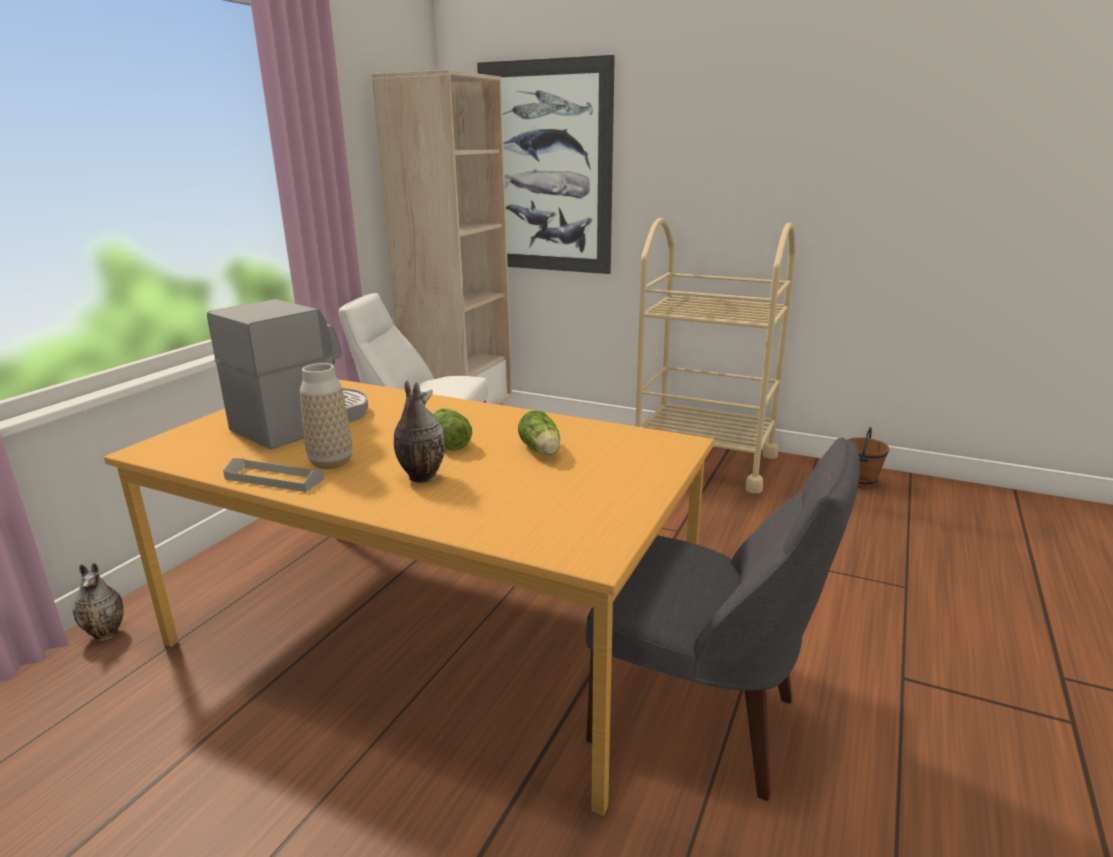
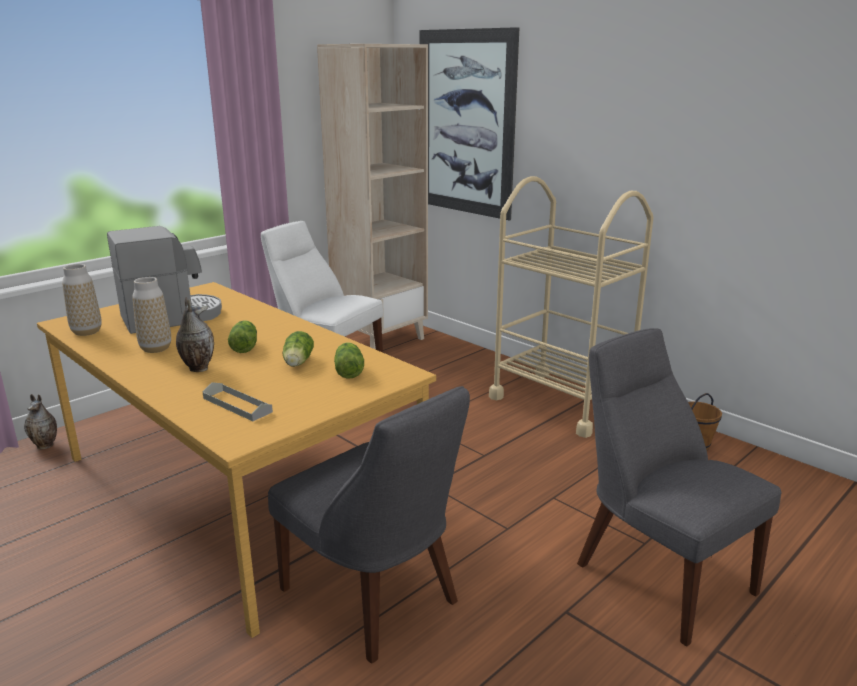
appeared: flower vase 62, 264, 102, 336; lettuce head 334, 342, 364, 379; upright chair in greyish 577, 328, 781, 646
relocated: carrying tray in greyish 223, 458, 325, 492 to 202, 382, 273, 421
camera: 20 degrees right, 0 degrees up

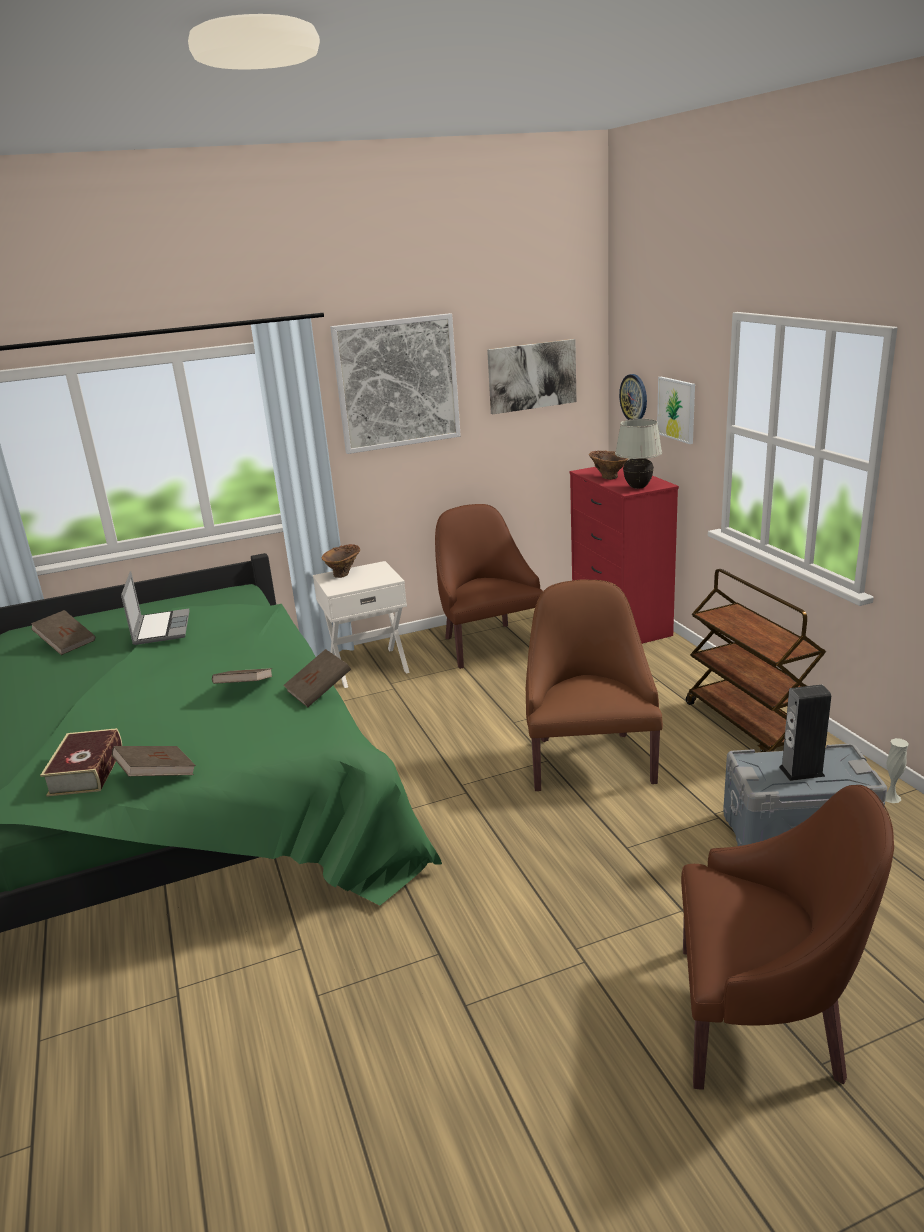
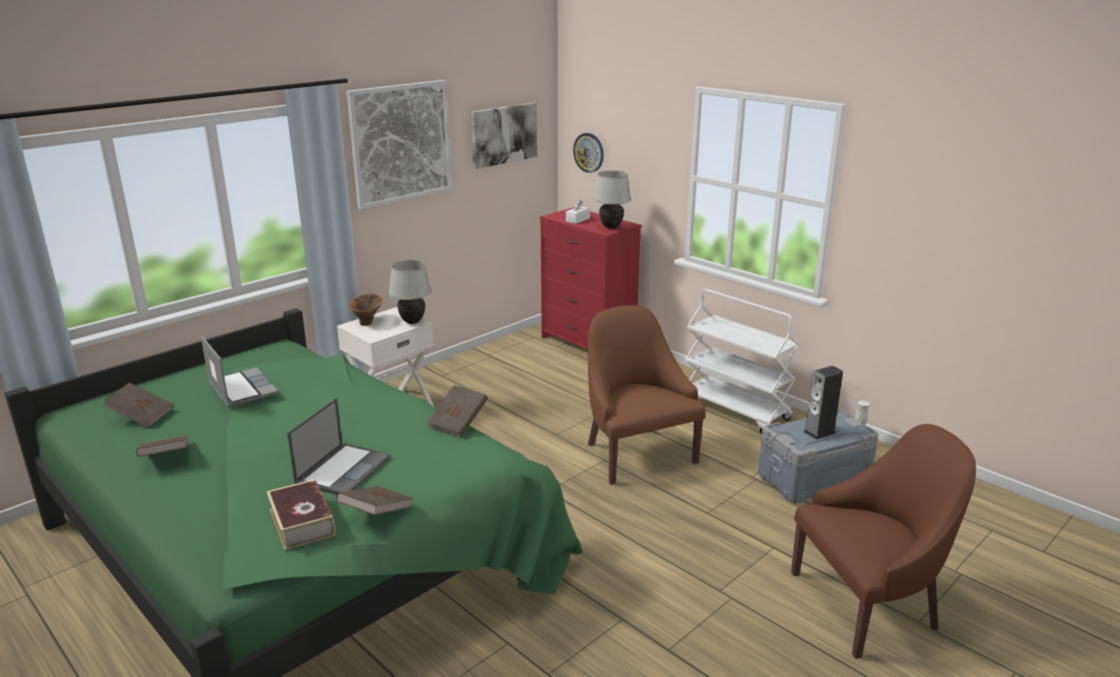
missing: armchair in brownish 435, 504, 543, 669; wall art 657, 376, 695, 444
appeared: laptop 287, 398, 391, 495; table lamp in white 389, 260, 432, 324
relocated: bound book in brownish 212, 668, 273, 684 to 136, 435, 189, 457
exchanged: flower vase in brownish 589, 451, 628, 480 to box of tissues in white 566, 200, 590, 224
colour: wheeled cart in brownish 686, 569, 826, 752 to wheeled cart in white 685, 289, 800, 434
camera: 25 degrees left, 0 degrees up

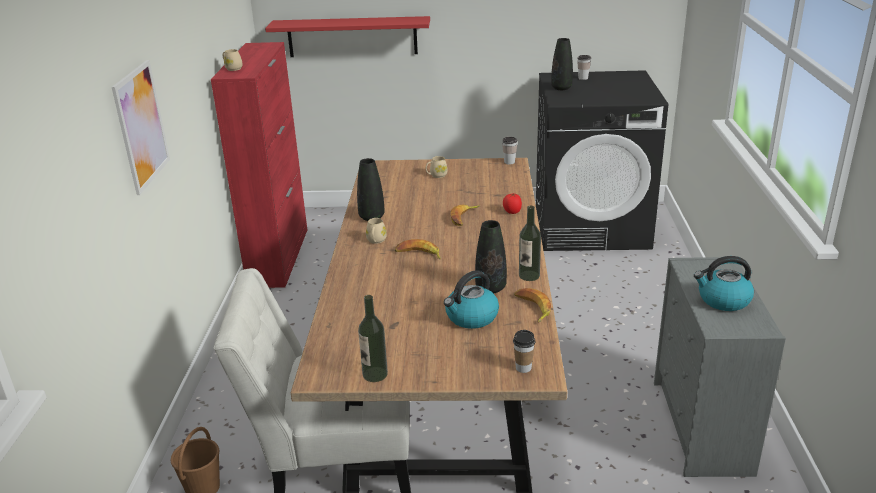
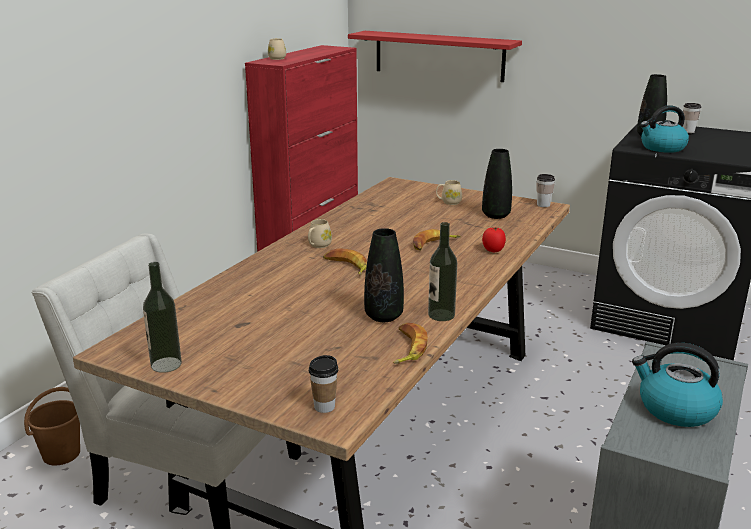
missing: wall art 112, 60, 170, 195
relocated: flower vase in black 357, 158, 384, 221 to 482, 149, 512, 219; water kettle 444, 270, 499, 329 to 640, 105, 689, 153
camera: 25 degrees right, 5 degrees down

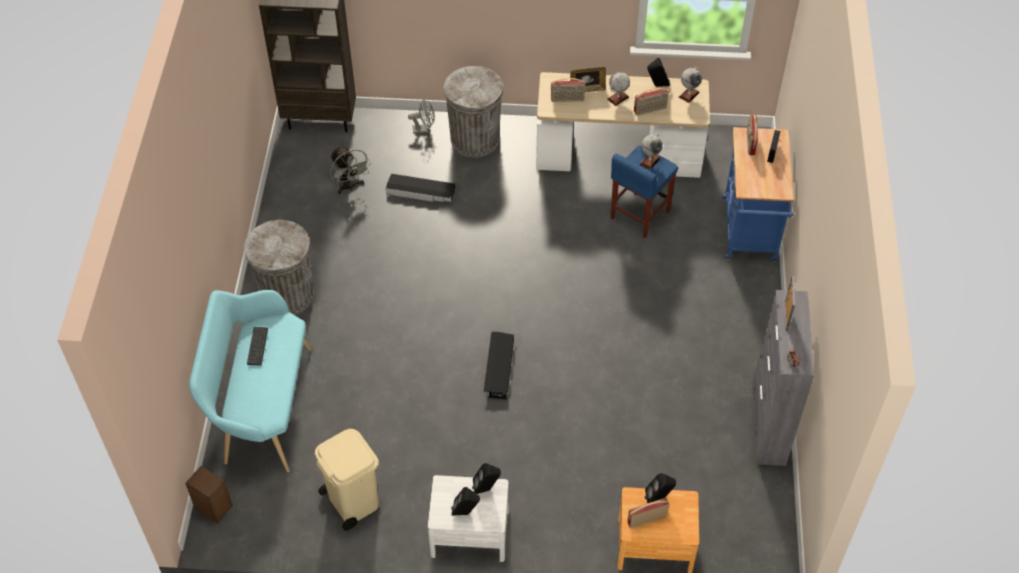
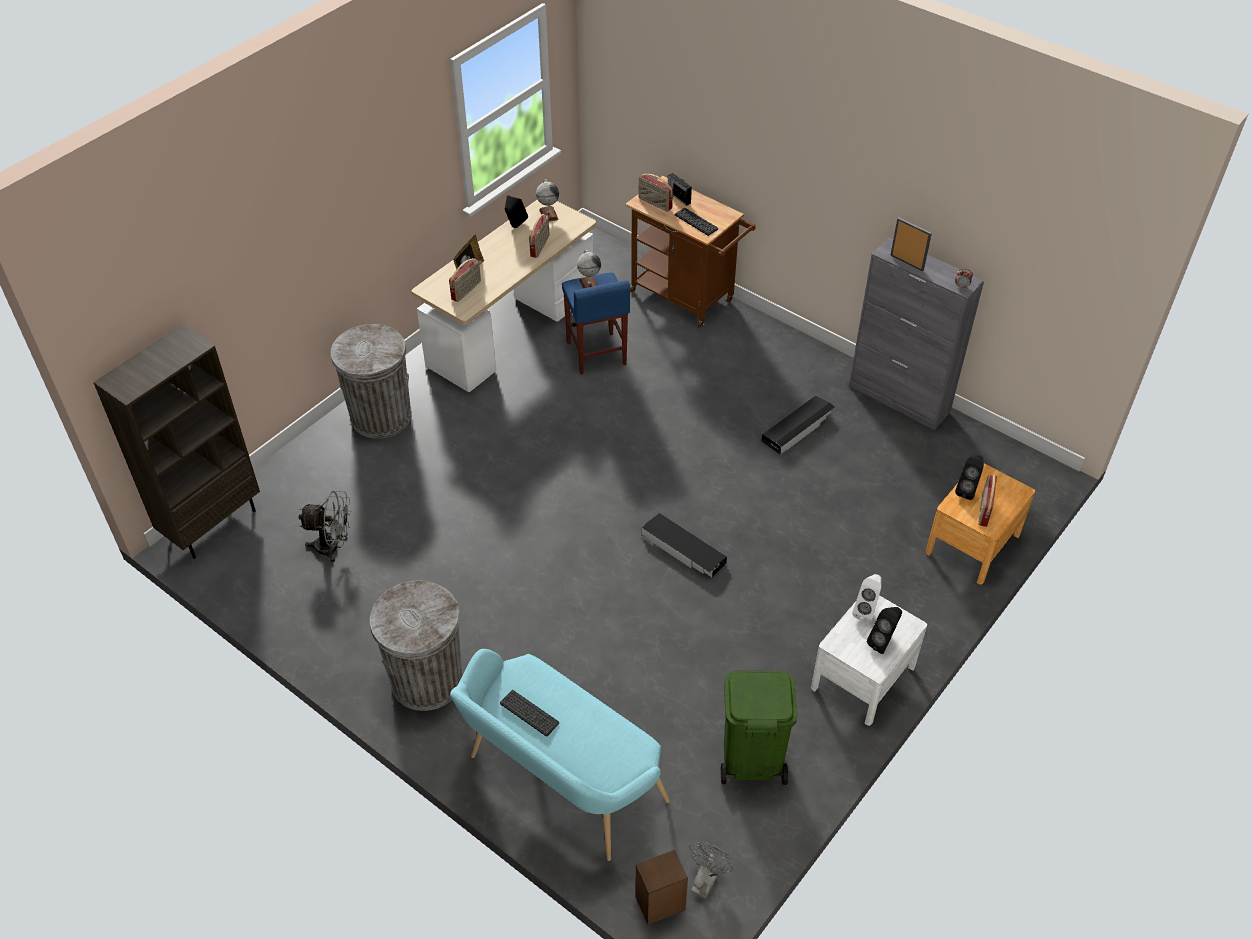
missing: world globe 607, 72, 630, 106
appeared: keyboard 675, 208, 718, 236
relocated: storage bin in black 386, 174, 455, 202 to 761, 396, 835, 455; fan in greyish 408, 99, 435, 134 to 689, 842, 733, 899
colour: trash can in beige 315, 429, 379, 530 to trash can in greenish 721, 671, 798, 785; loudspeaker in black 472, 463, 501, 494 to loudspeaker in white 852, 574, 882, 623; wheeled cart in bluish 722, 127, 794, 262 to wheeled cart in brownish 625, 176, 756, 328
camera: 55 degrees left, 5 degrees down

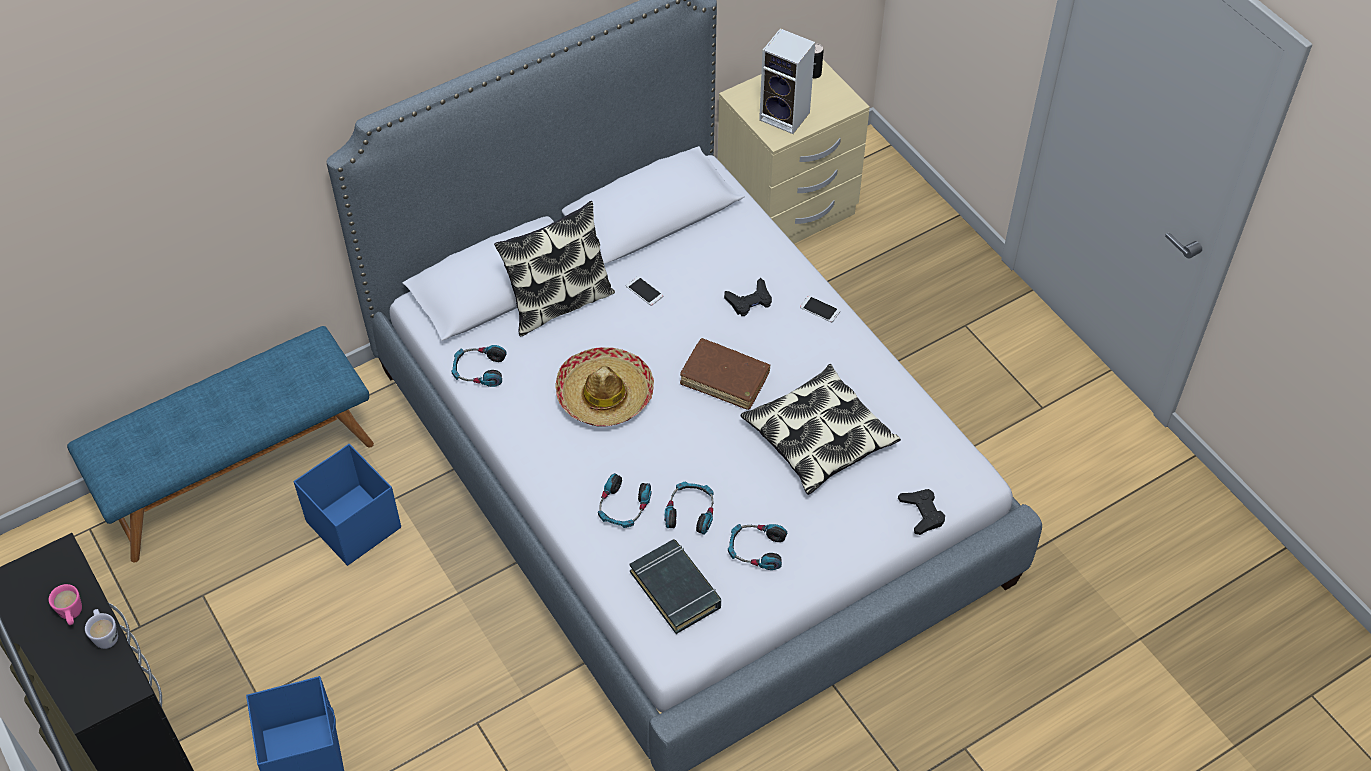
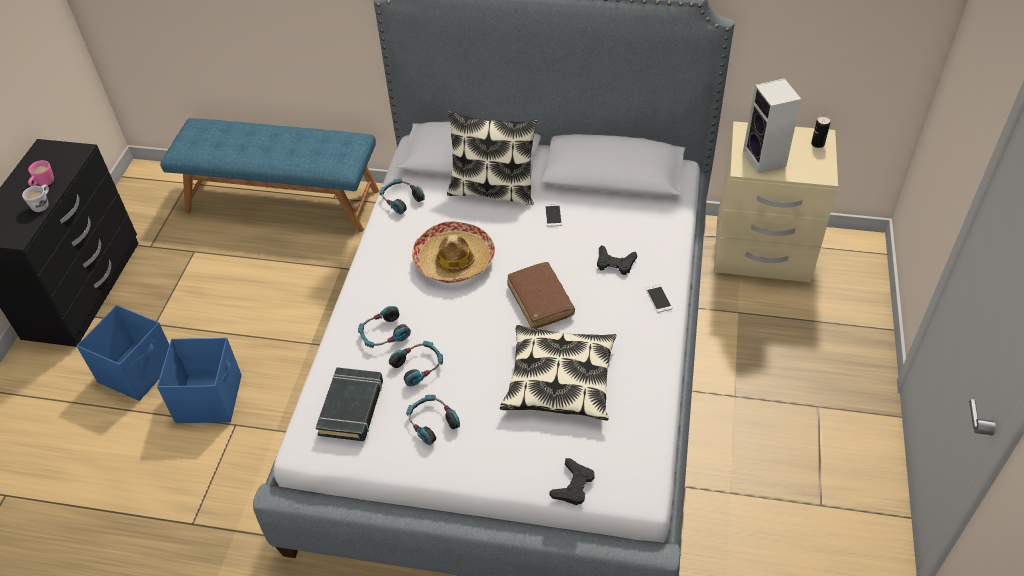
relocated: storage bin in bluish 294, 444, 401, 566 to 157, 338, 242, 423
camera: 45 degrees right, 5 degrees down

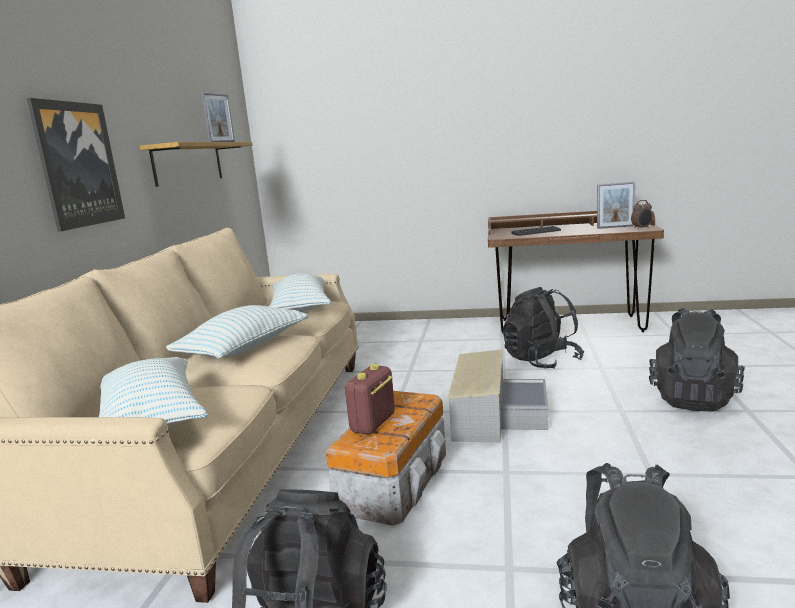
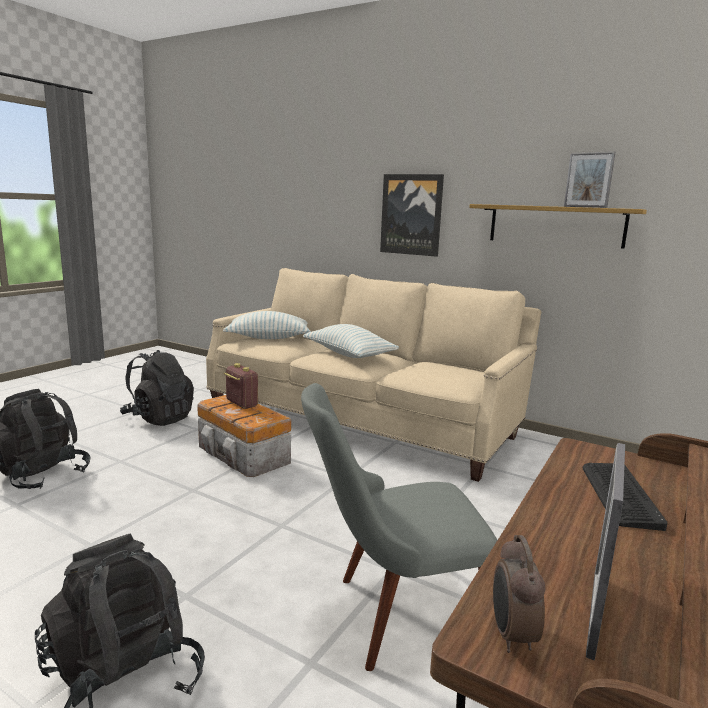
missing: throw pillow 269, 273, 331, 312; storage bin in greyish 447, 349, 549, 443
exchanged: rucksack in black 503, 287, 584, 369 to upright chair in greyish 301, 383, 497, 671
camera: 110 degrees right, 0 degrees up

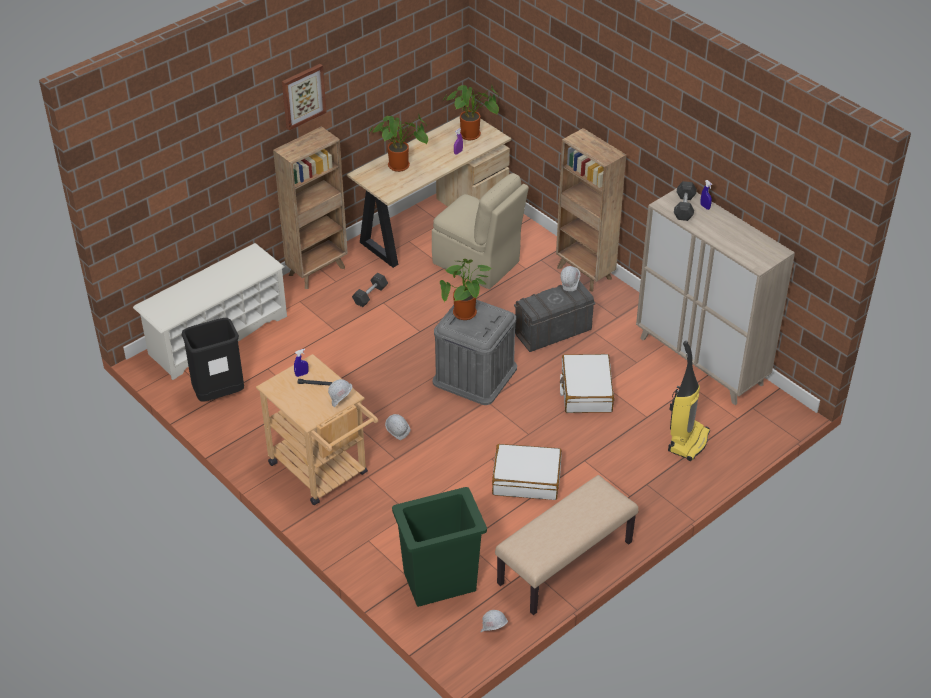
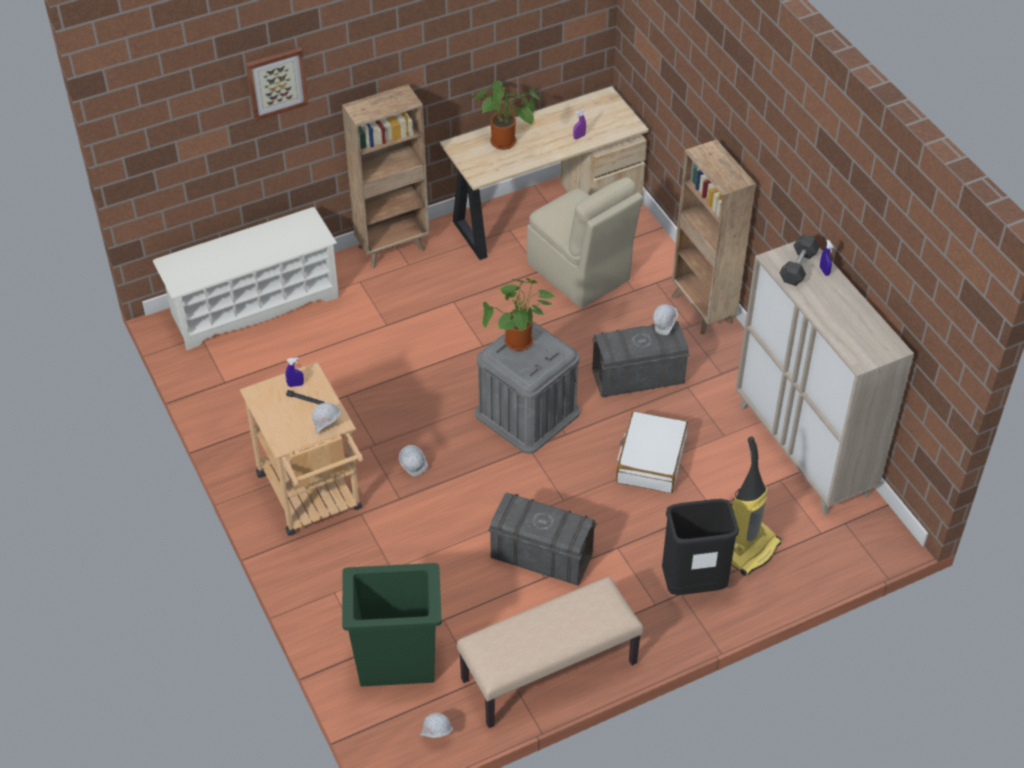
missing: hand weight in greyish 352, 273, 388, 307; houseplant 442, 84, 499, 140
relocated: trash can in black 182, 318, 244, 401 to 662, 499, 739, 595; wall art 282, 64, 327, 131 to 246, 47, 309, 121
exchanged: suitcase in white 492, 444, 562, 500 to storage bin in greyish 488, 493, 597, 586
camera: 15 degrees right, 5 degrees up

